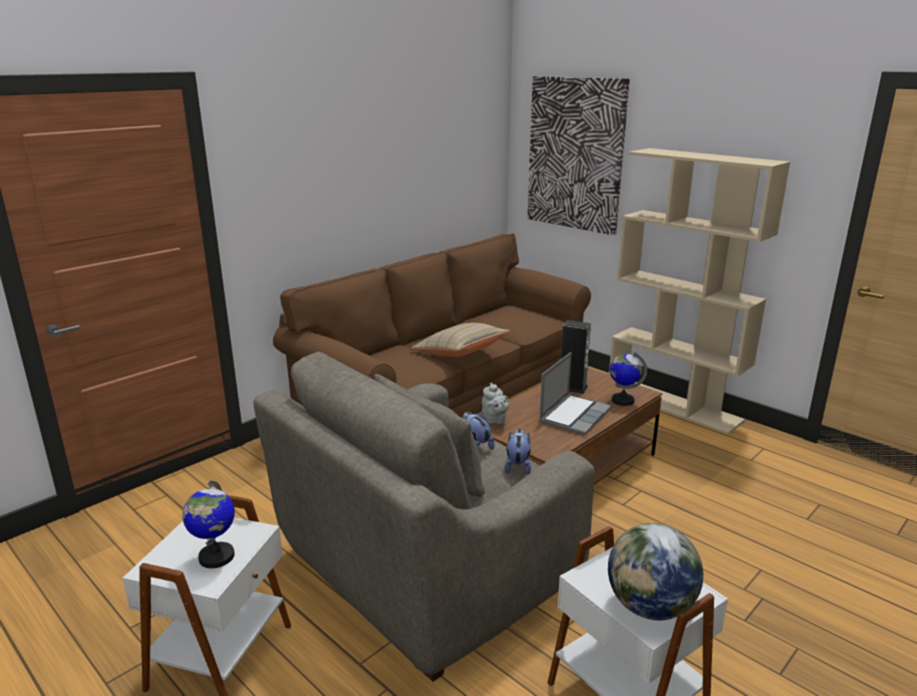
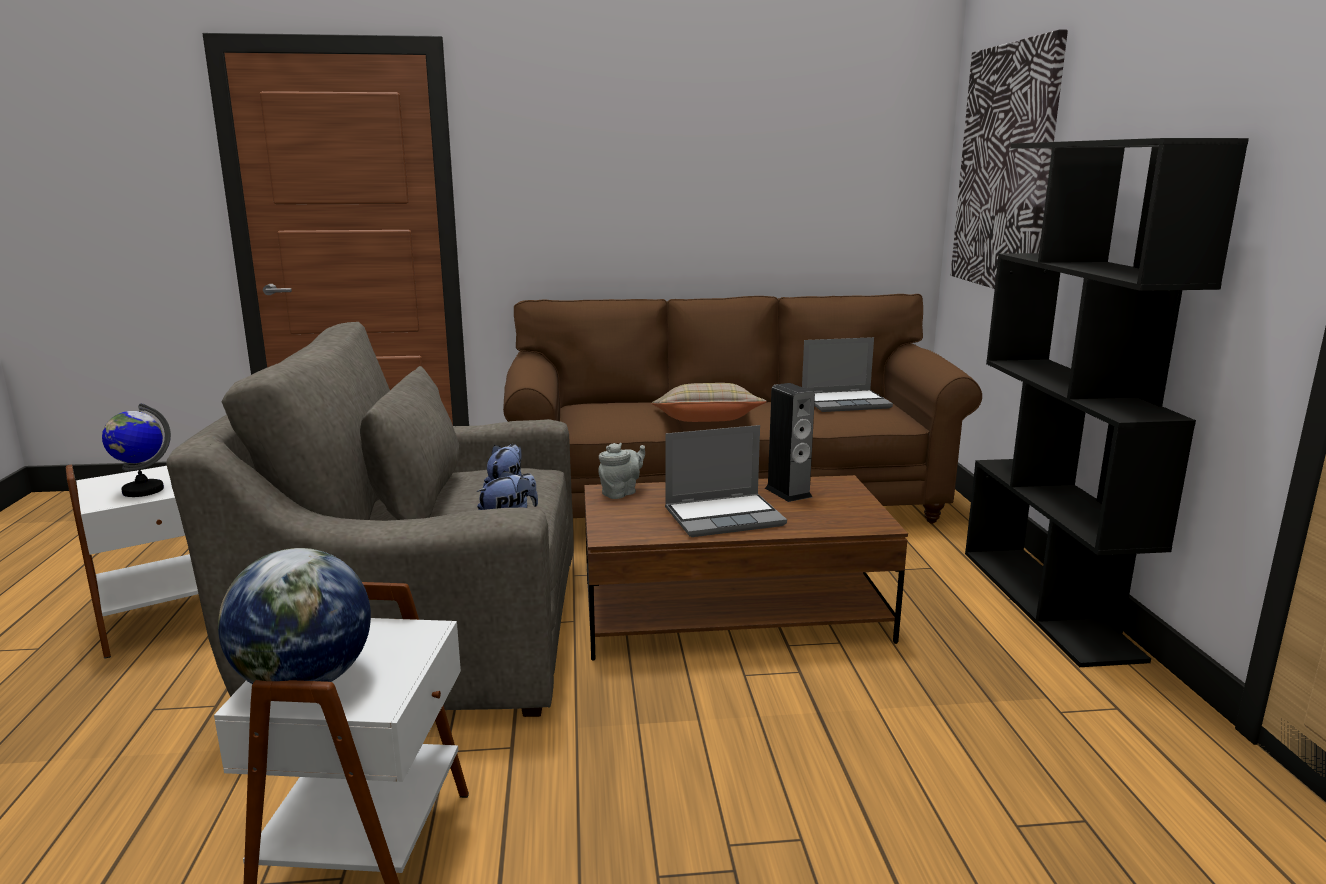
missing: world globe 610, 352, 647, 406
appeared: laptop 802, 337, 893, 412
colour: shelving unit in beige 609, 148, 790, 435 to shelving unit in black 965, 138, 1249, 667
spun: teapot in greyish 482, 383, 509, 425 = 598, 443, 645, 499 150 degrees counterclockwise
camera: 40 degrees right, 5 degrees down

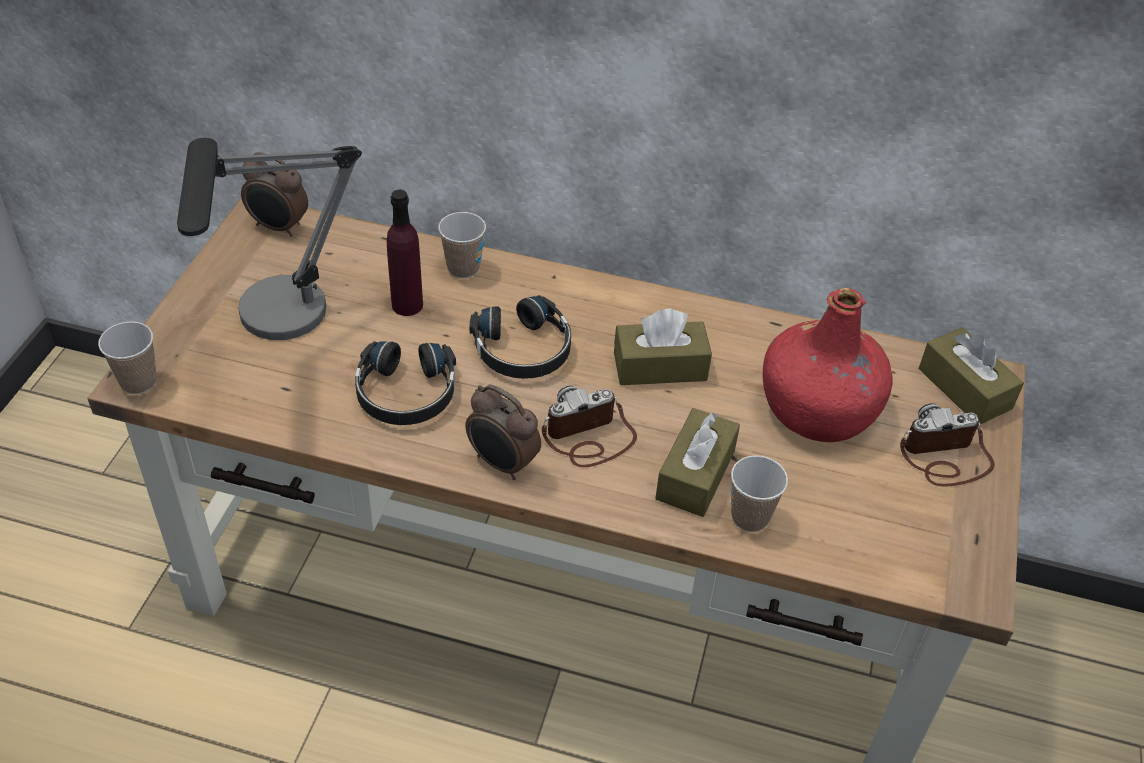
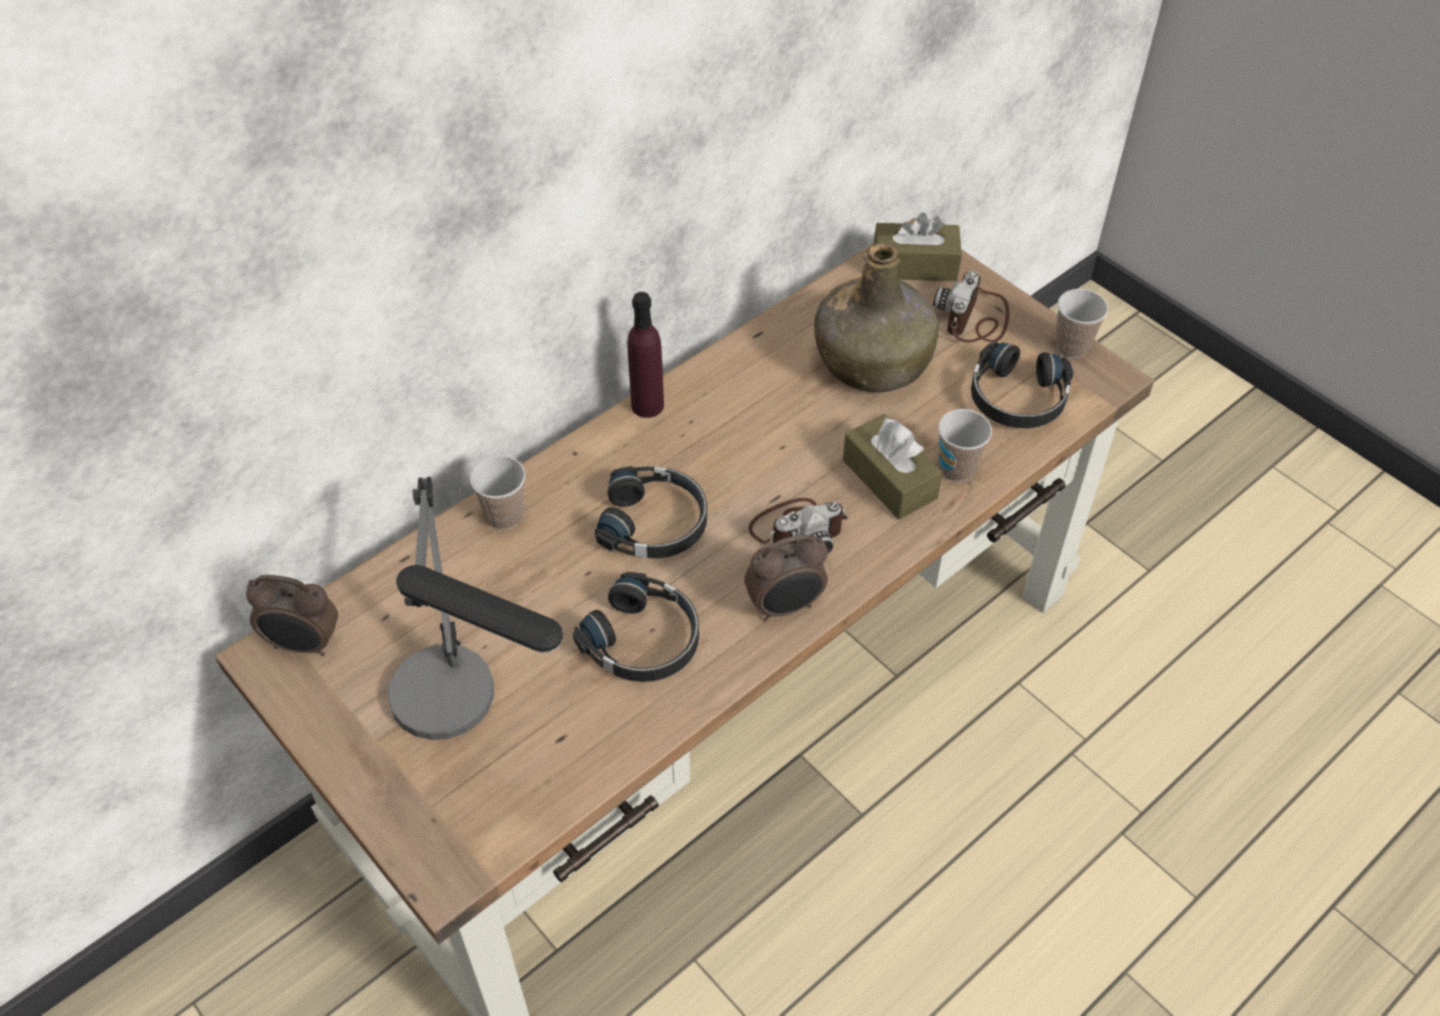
missing: box of tissues in brownish 614, 308, 712, 385
appeared: headset in black 971, 341, 1074, 428
relocated: cup 98, 321, 157, 394 to 1056, 289, 1108, 358; drink bottle in purple 387, 190, 423, 316 to 627, 292, 664, 418
colour: drink bottle in red 763, 288, 893, 442 to drink bottle in greenish 814, 243, 939, 392
spun: alarm clock 241, 152, 308, 237 = 246, 575, 338, 656 45 degrees clockwise; photo camera 542, 386, 637, 467 = 748, 498, 848, 554 120 degrees counterclockwise
camera: 55 degrees left, 5 degrees up

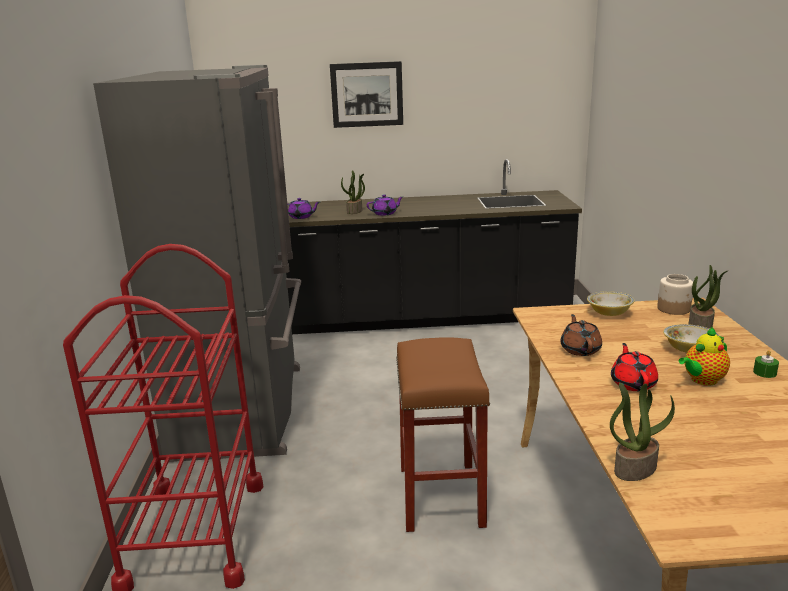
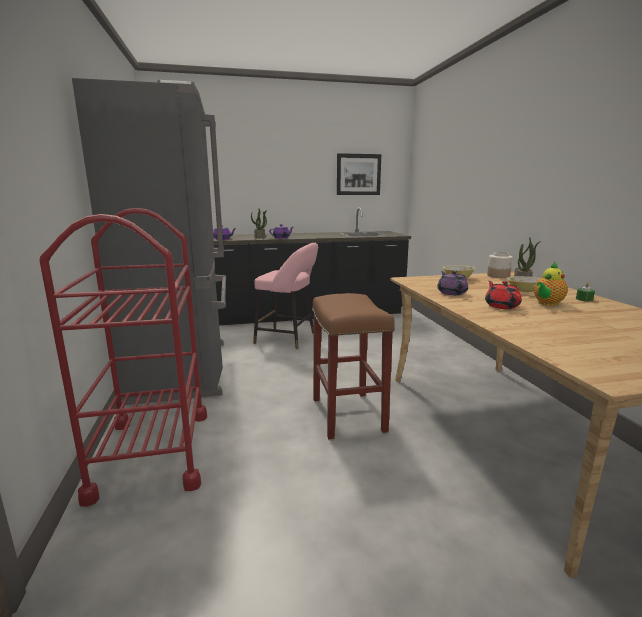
missing: houseplant 610, 383, 675, 481
appeared: stool seat in pink-coloured 253, 243, 318, 349
relocated: wall art 330, 61, 403, 128 to 337, 153, 382, 195
colour: teapot in brownish 560, 314, 602, 356 to teapot in purple 437, 270, 468, 295
camera: 10 degrees left, 5 degrees down

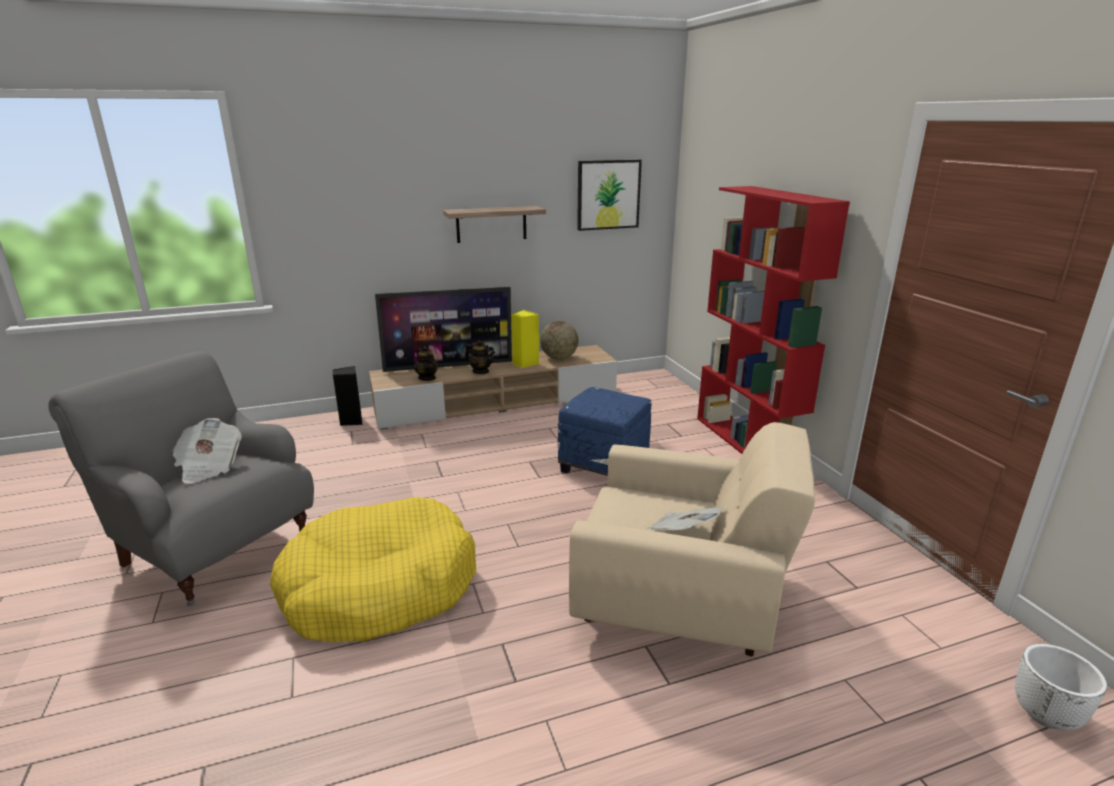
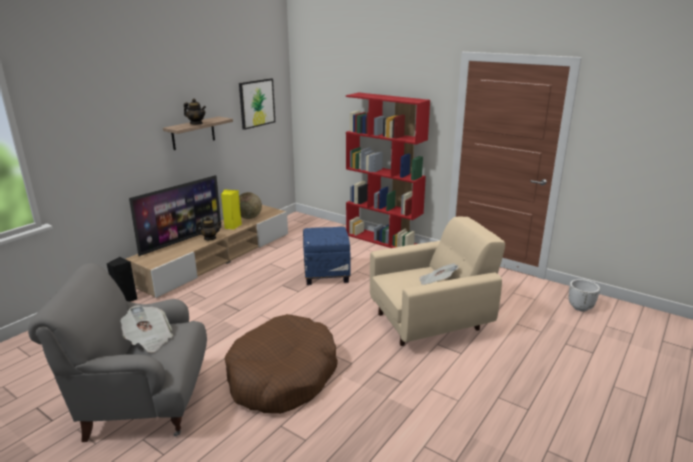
relocated: teapot 414, 346, 439, 381 to 184, 98, 206, 124
colour: pet bed in yellowish 270, 497, 476, 642 to pet bed in brownish 225, 314, 338, 414
camera: 35 degrees left, 0 degrees up

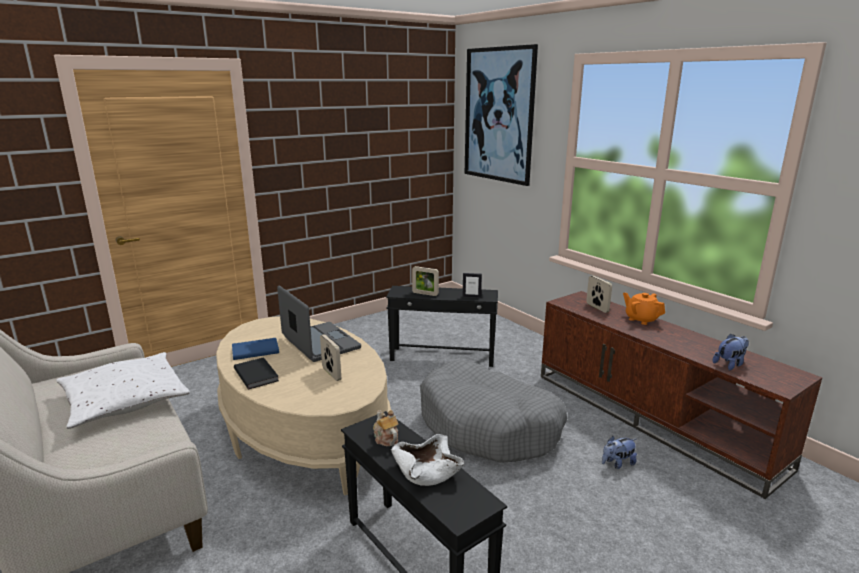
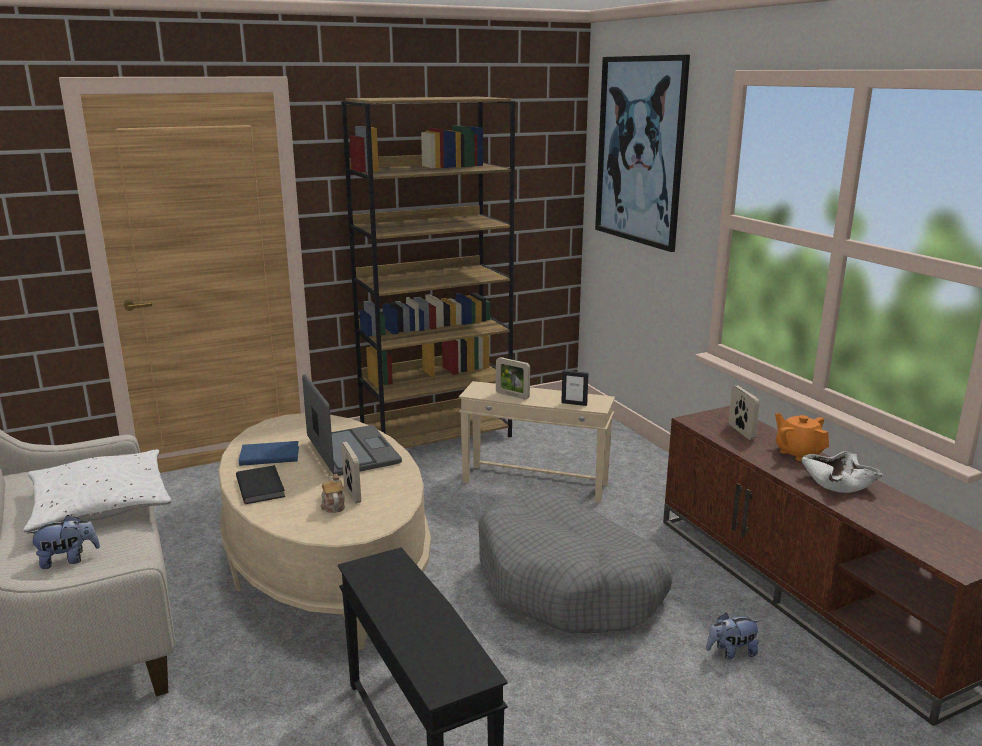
appeared: shelving unit in brownish 341, 97, 515, 448
relocated: teapot 373, 410, 399, 446 to 321, 474, 345, 513; serving bowl in white 391, 434, 464, 486 to 801, 451, 883, 493; plush toy 713, 333, 749, 370 to 28, 515, 100, 569
colour: accent table in black 386, 286, 498, 367 to accent table in beige 459, 381, 615, 503
camera: 10 degrees right, 0 degrees up

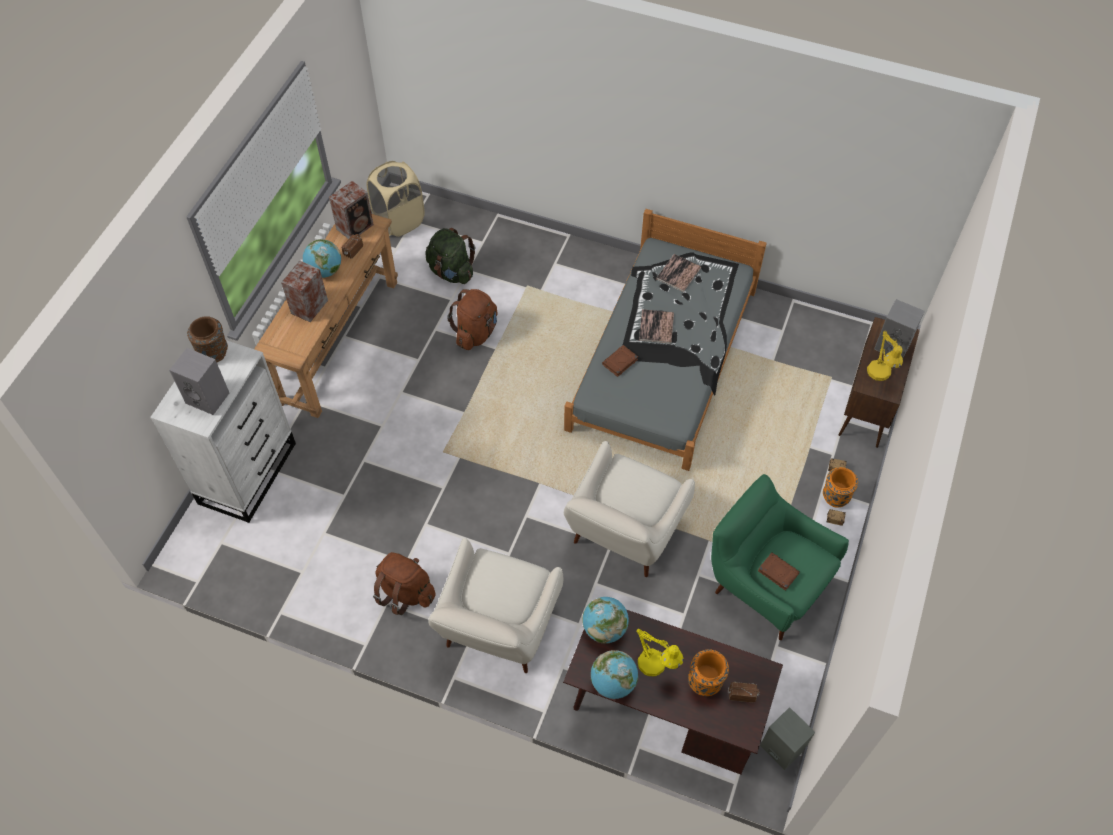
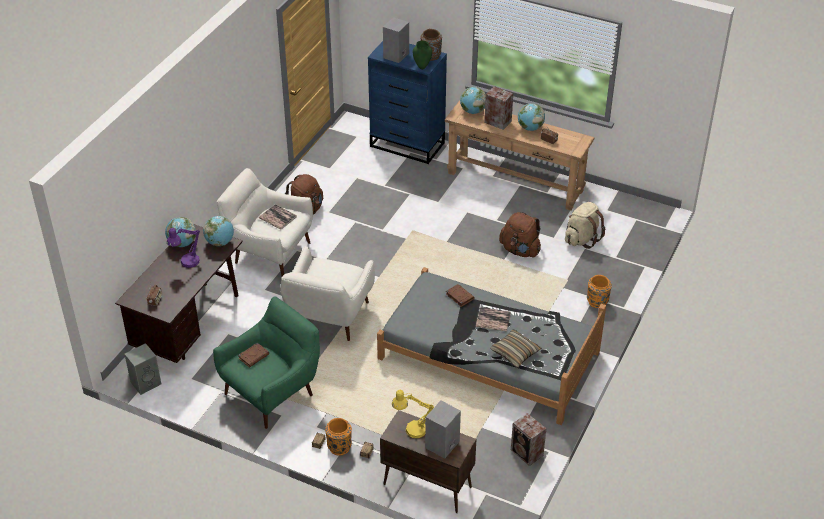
missing: washing basket in beige 366, 161, 425, 237
appeared: flower vase in greenish 413, 41, 432, 70; world globe 460, 87, 486, 114; throw pillow 490, 329, 542, 367
relocated: loudspeaker 329, 181, 374, 239 to 511, 413, 546, 466; bound book 656, 254, 701, 292 to 259, 204, 297, 230; flower vase in orangey 688, 649, 729, 696 to 587, 275, 612, 308
colour: dresser in white 150, 340, 296, 523 to dresser in bluish 368, 41, 447, 164; rucksack in greenish 425, 228, 475, 284 to rucksack in beige 565, 202, 605, 249; table lamp in yellowish 636, 629, 684, 676 to table lamp in purple 167, 227, 200, 268
spun: armchair in white 564, 441, 695, 577 = 281, 246, 375, 341 105 degrees counterclockwise
camera: 95 degrees right, 15 degrees down

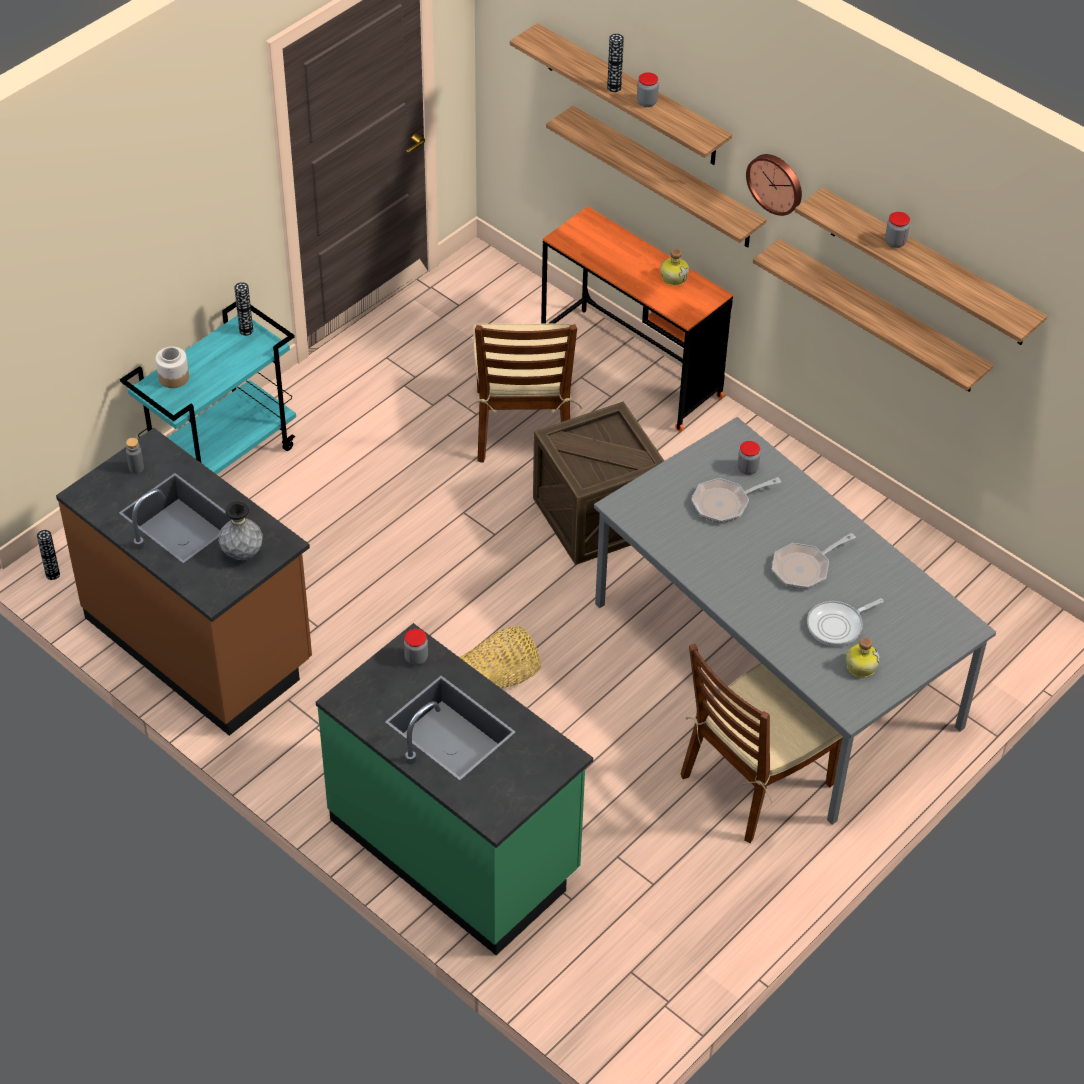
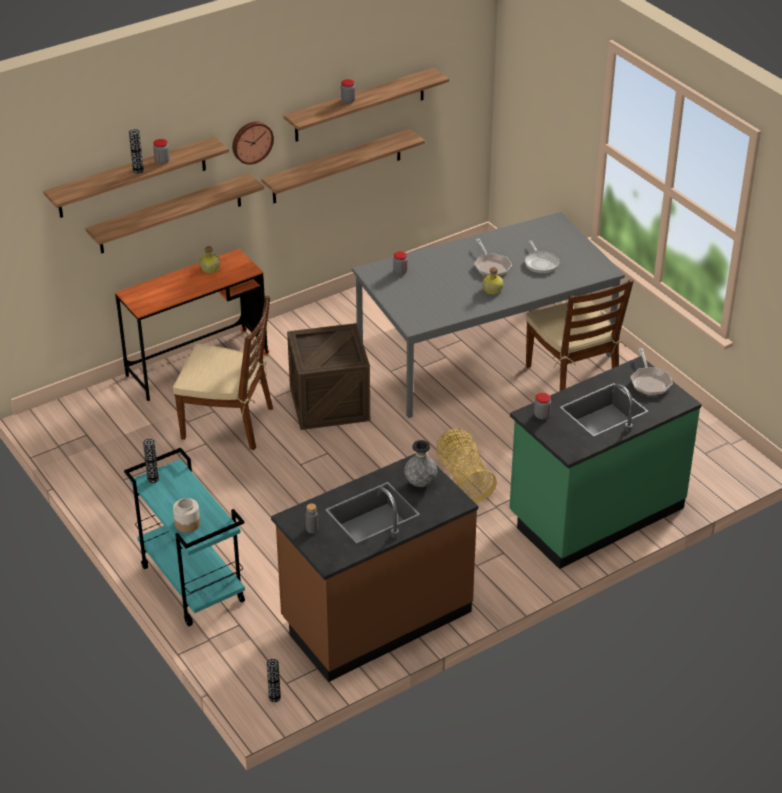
relocated: frying pan 691, 477, 781, 523 to 630, 348, 673, 395; drink bottle 846, 638, 880, 678 to 483, 267, 504, 295
camera: 75 degrees left, 10 degrees down

